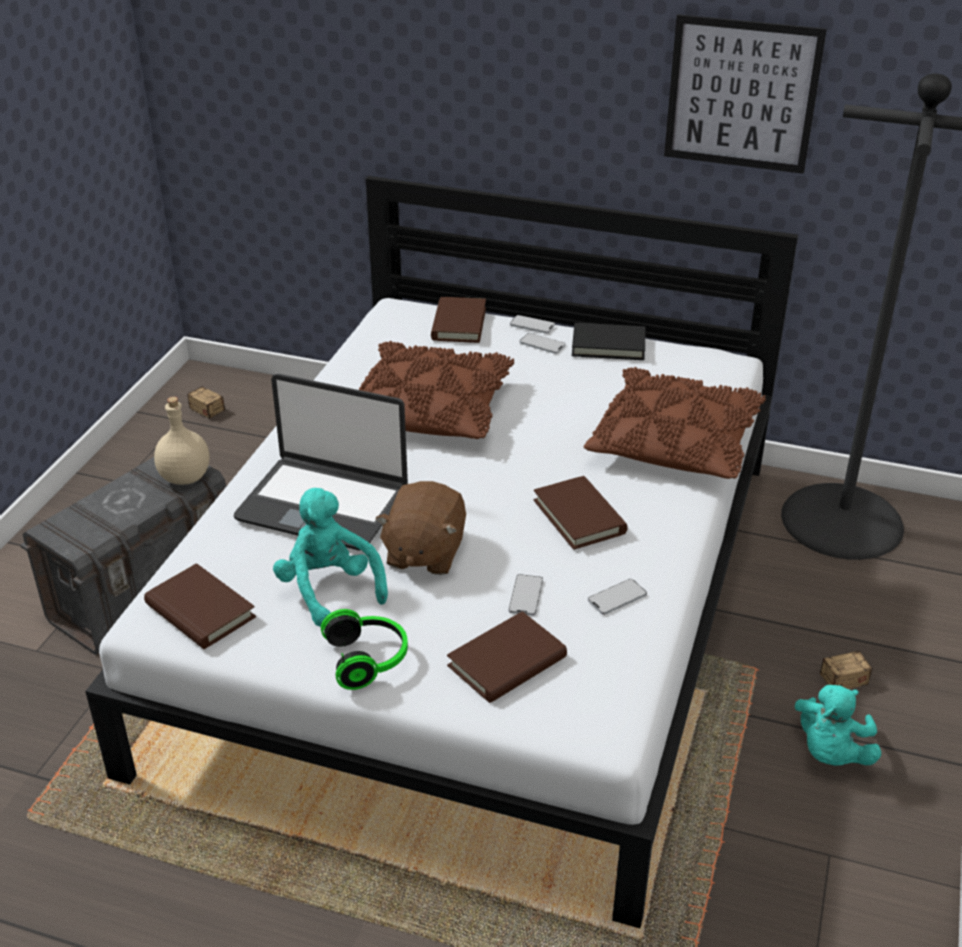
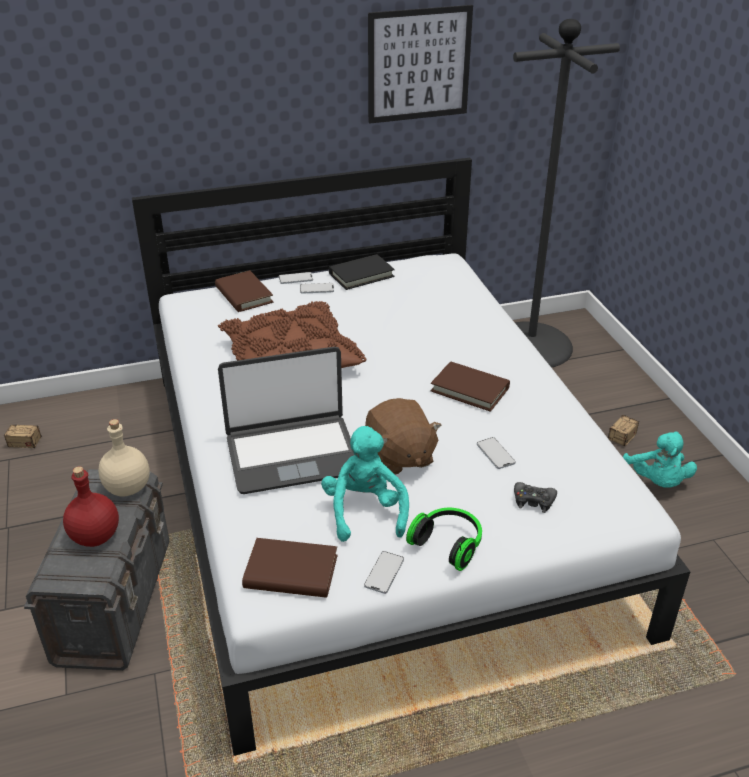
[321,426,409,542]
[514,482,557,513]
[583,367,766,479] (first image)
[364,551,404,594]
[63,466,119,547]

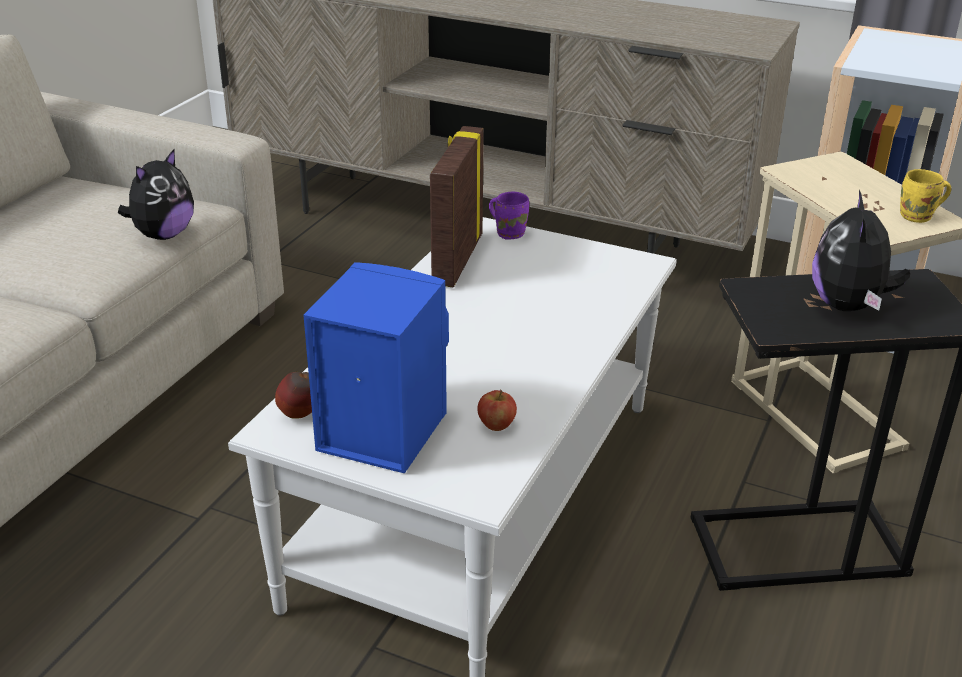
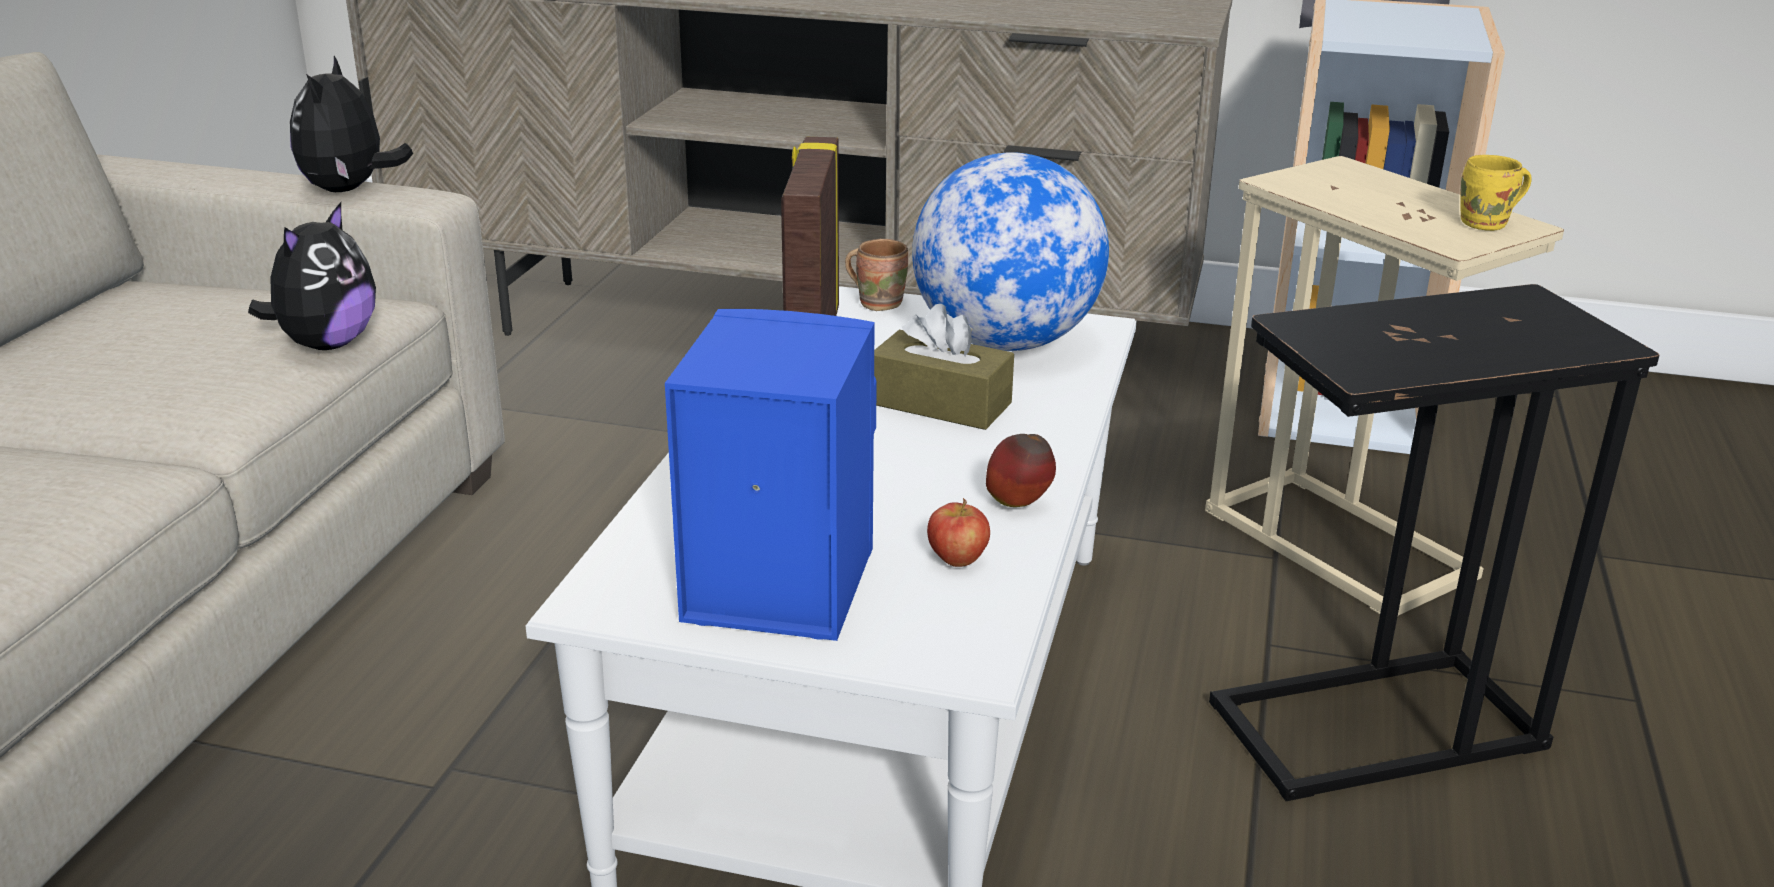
[986,434,1056,507]
[845,239,908,311]
[290,56,413,192]
[874,304,1014,430]
[912,152,1109,351]

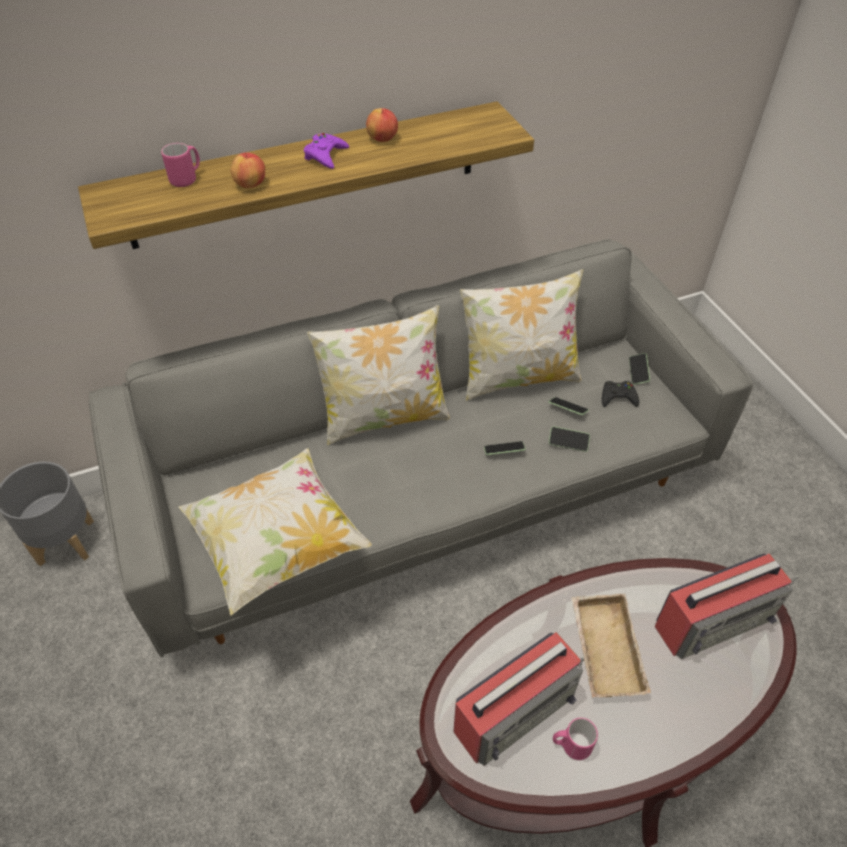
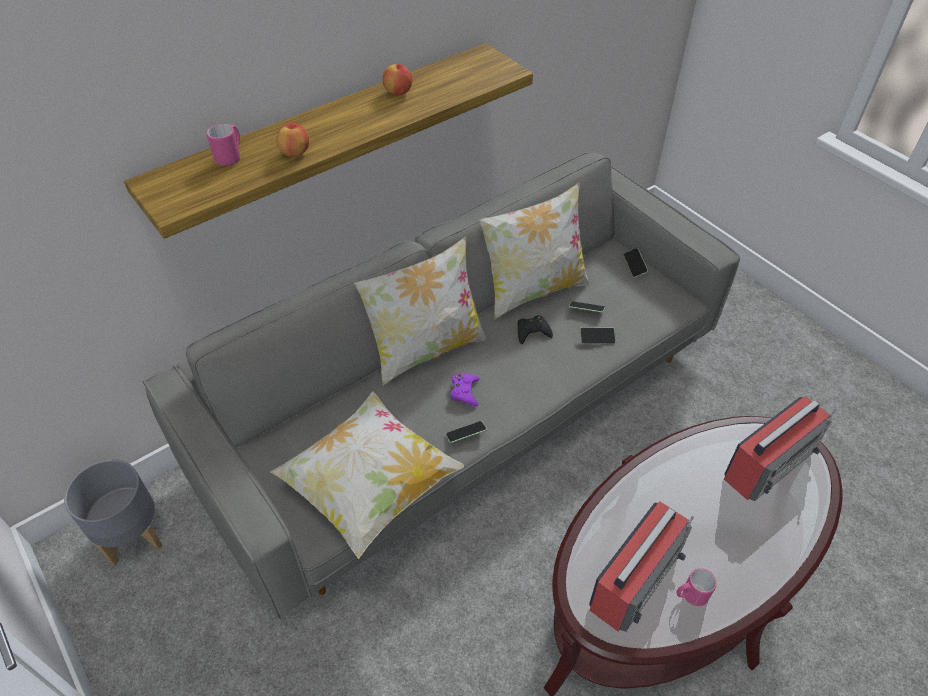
[451,374,480,406]
[445,421,487,443]
[572,593,651,698] (first image)
[518,315,553,344]

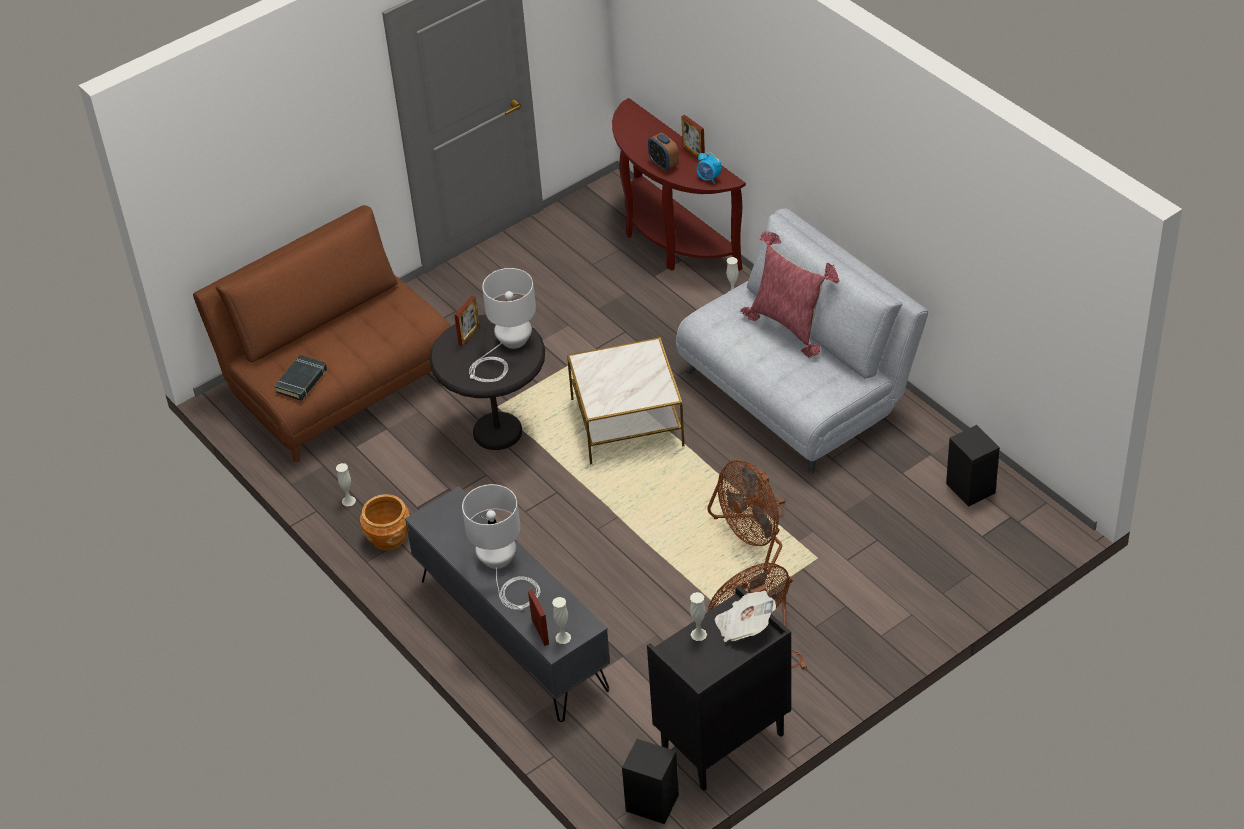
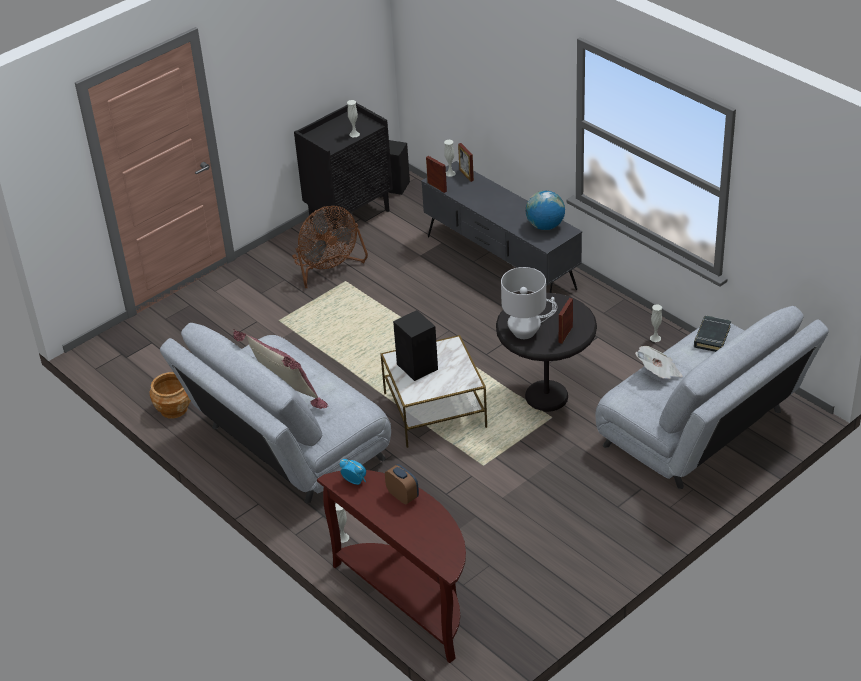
[596,306,829,489]
[149,372,191,419]
[462,484,540,611] (first image)
[426,156,447,193]
[707,460,786,574] (first image)
[635,346,683,379]
[393,310,438,381]
[526,191,565,230]

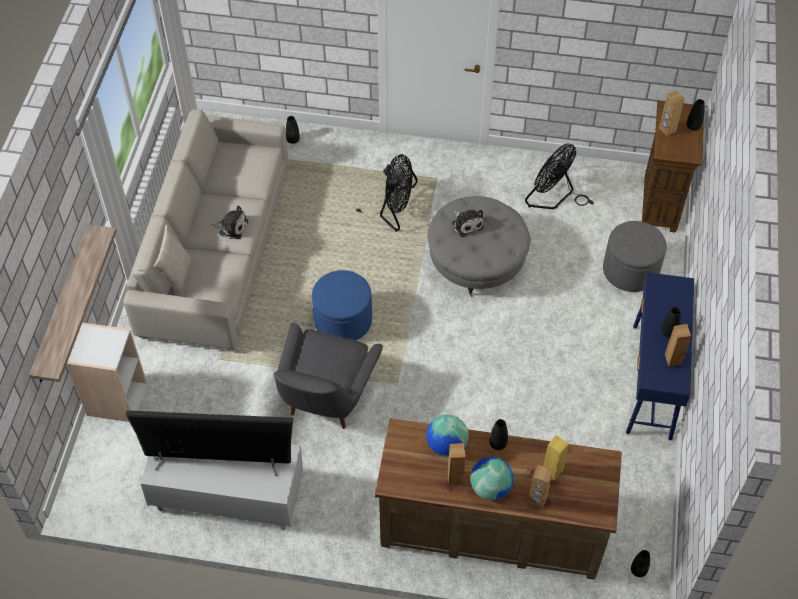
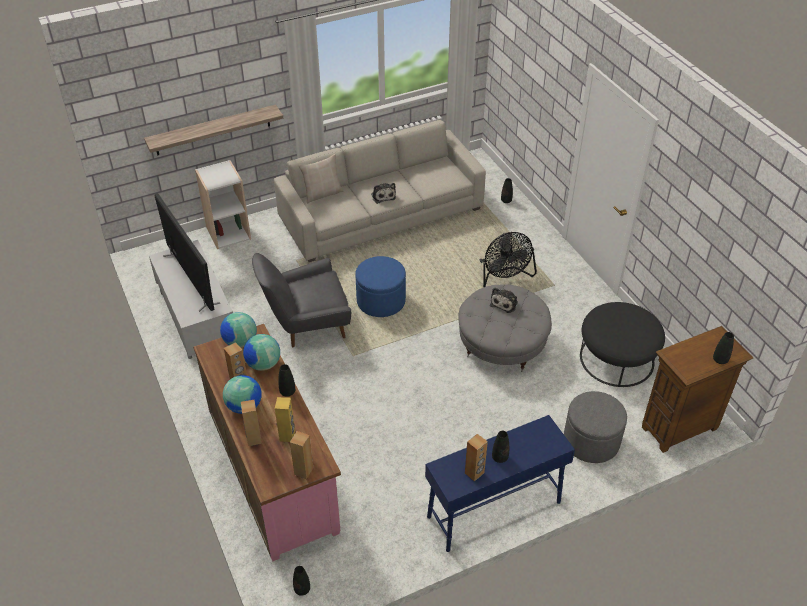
[580,302,665,387]
[290,431,313,479]
[220,312,257,348]

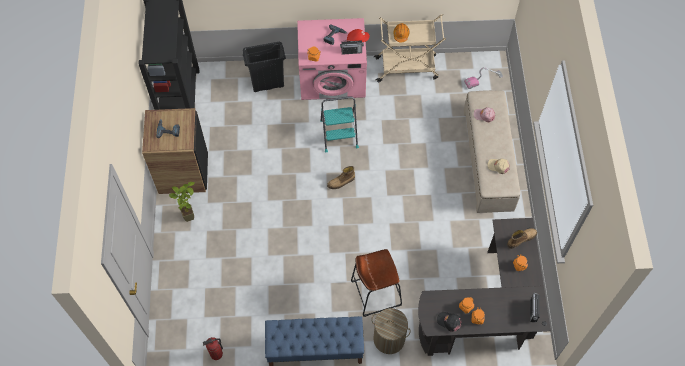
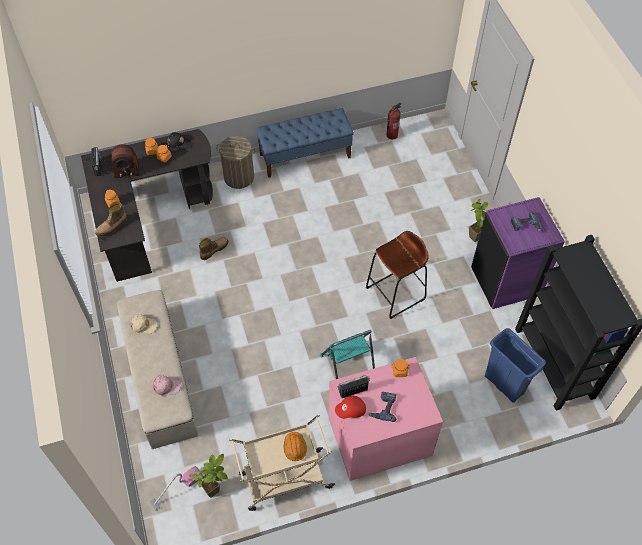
[471,197,565,309]
[243,41,286,92] (first image)
[199,237,229,260]
[366,231,429,319]
[105,144,139,178]
[189,454,228,498]
[485,328,545,403]

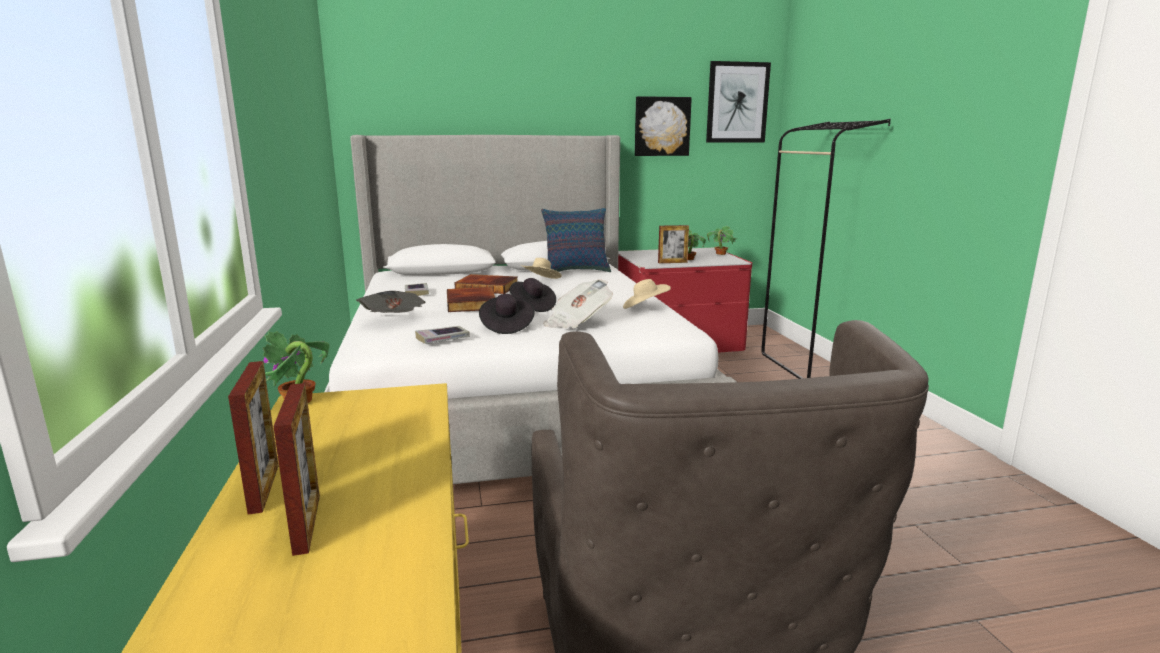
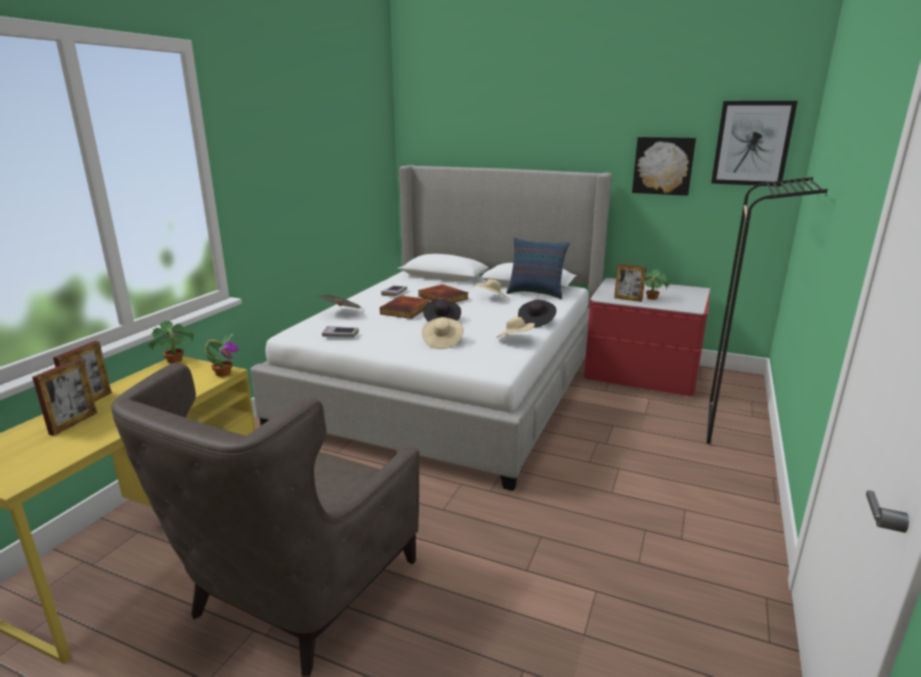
[518,299,556,328]
[422,317,464,349]
[205,334,239,377]

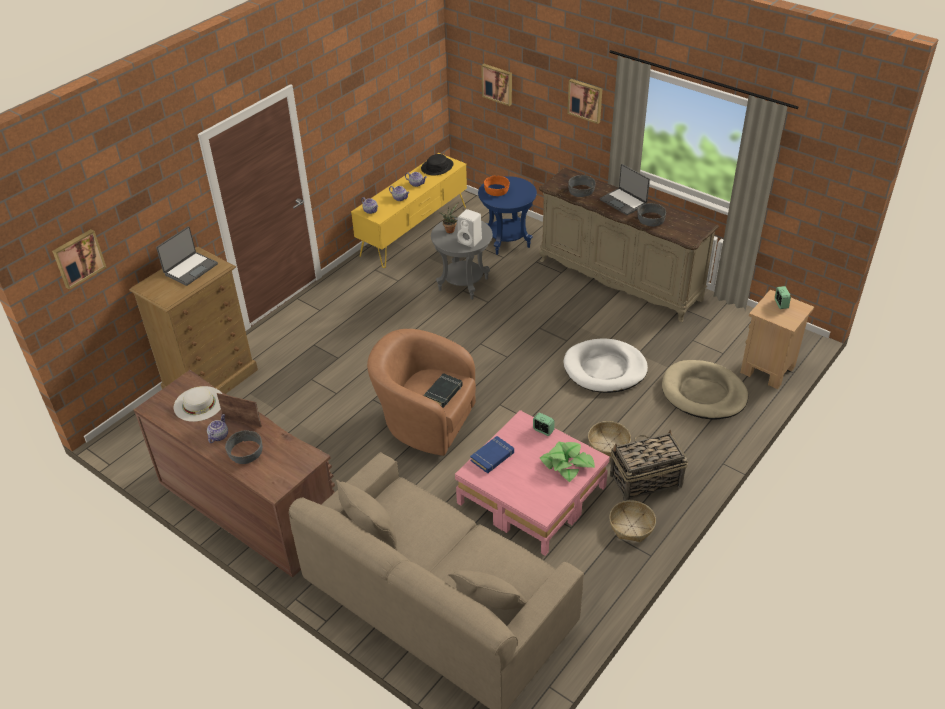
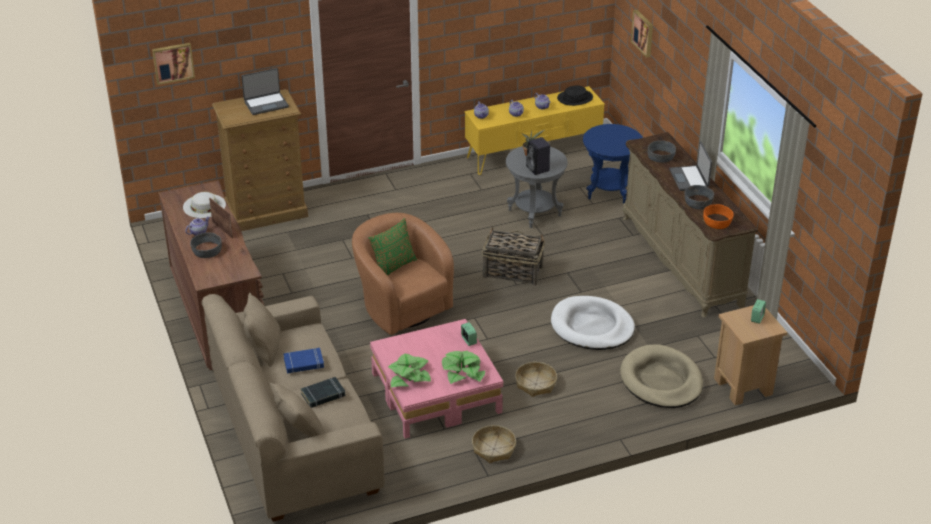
[301,377,345,408]
[526,137,550,175]
[283,348,324,374]
[703,204,734,229]
[567,79,602,124] (first image)
[482,227,545,286]
[369,218,417,276]
[388,353,431,388]

